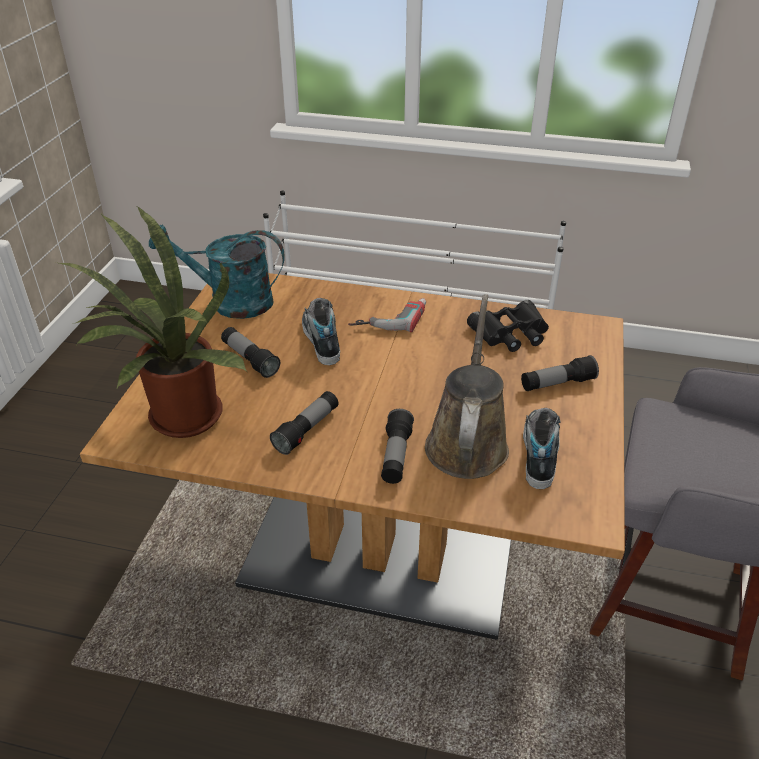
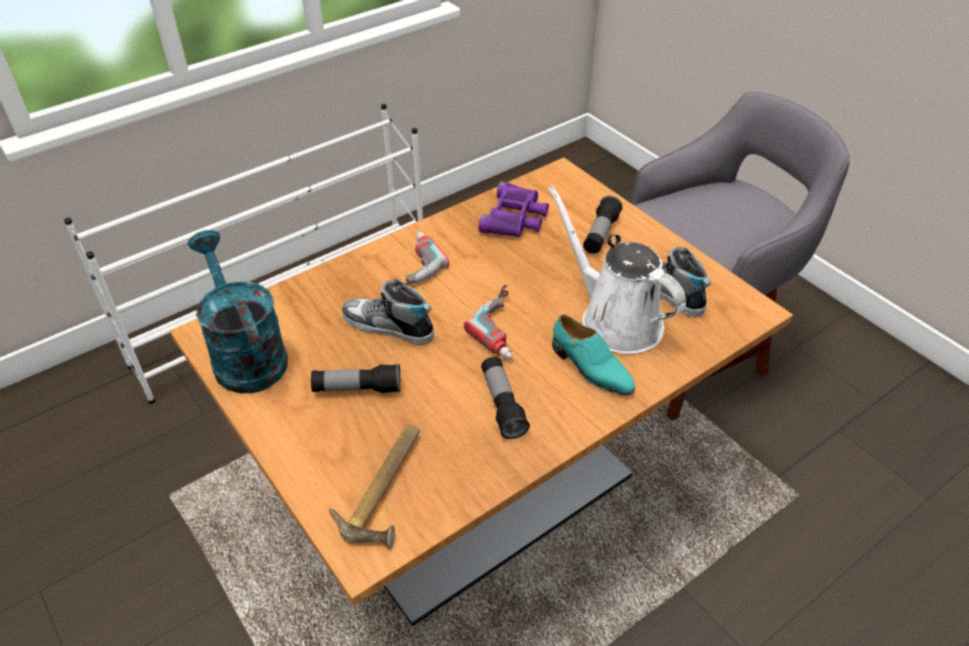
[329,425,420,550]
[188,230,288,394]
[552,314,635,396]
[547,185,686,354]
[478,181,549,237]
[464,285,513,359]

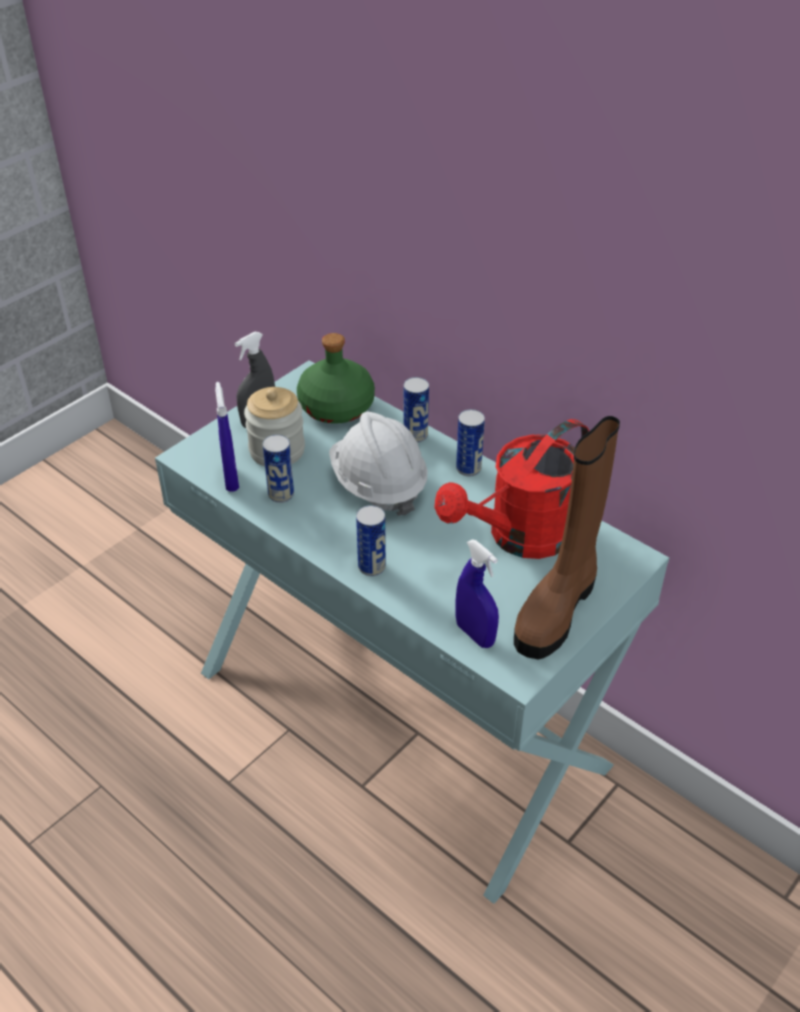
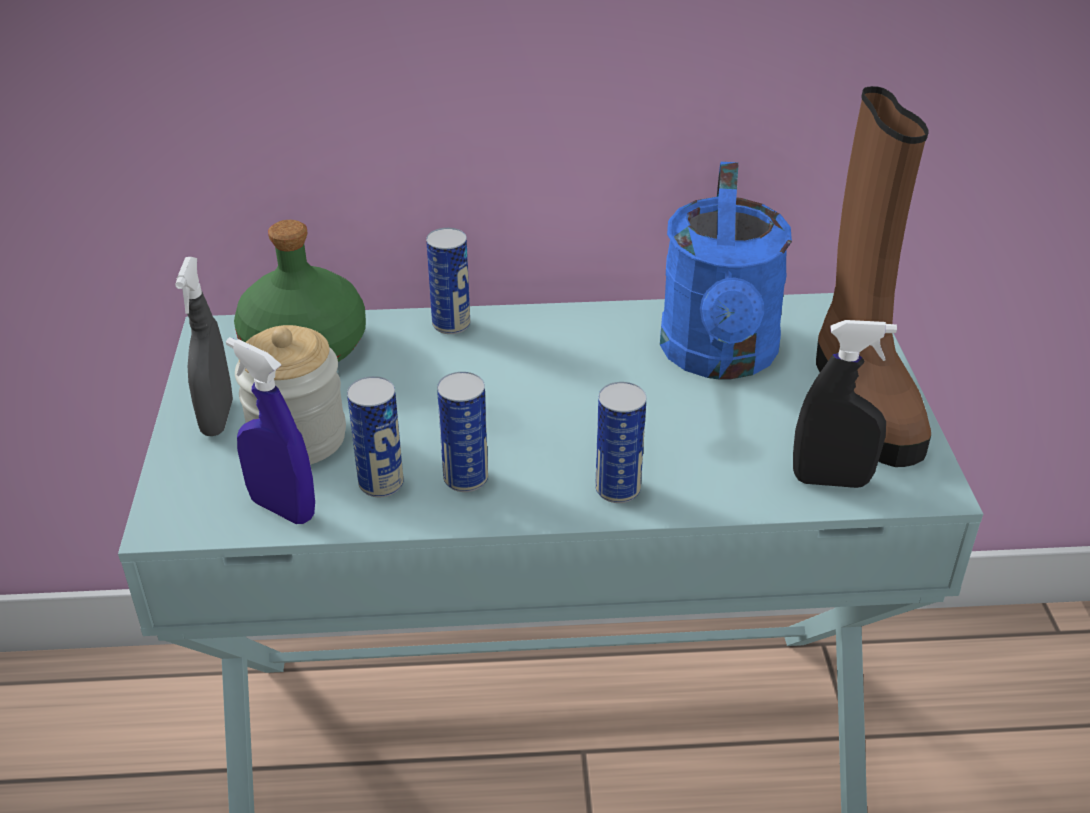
[329,412,428,516] (first image)
[660,162,792,380]
[793,320,897,488]
[437,372,488,492]

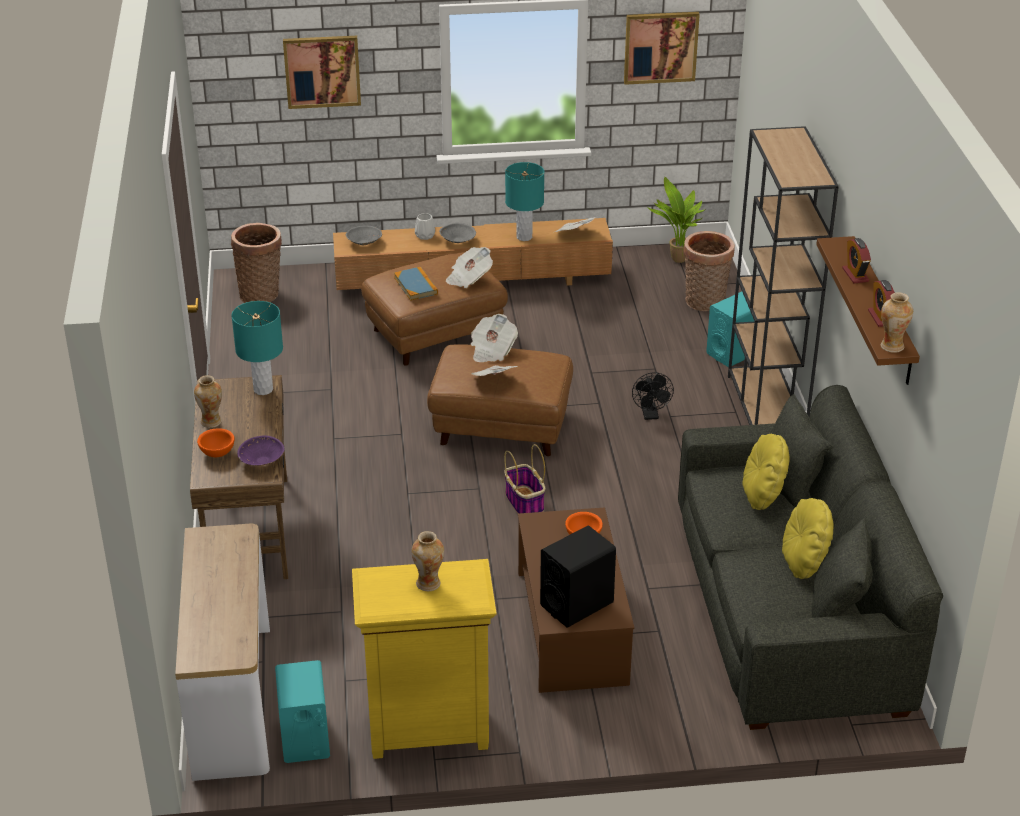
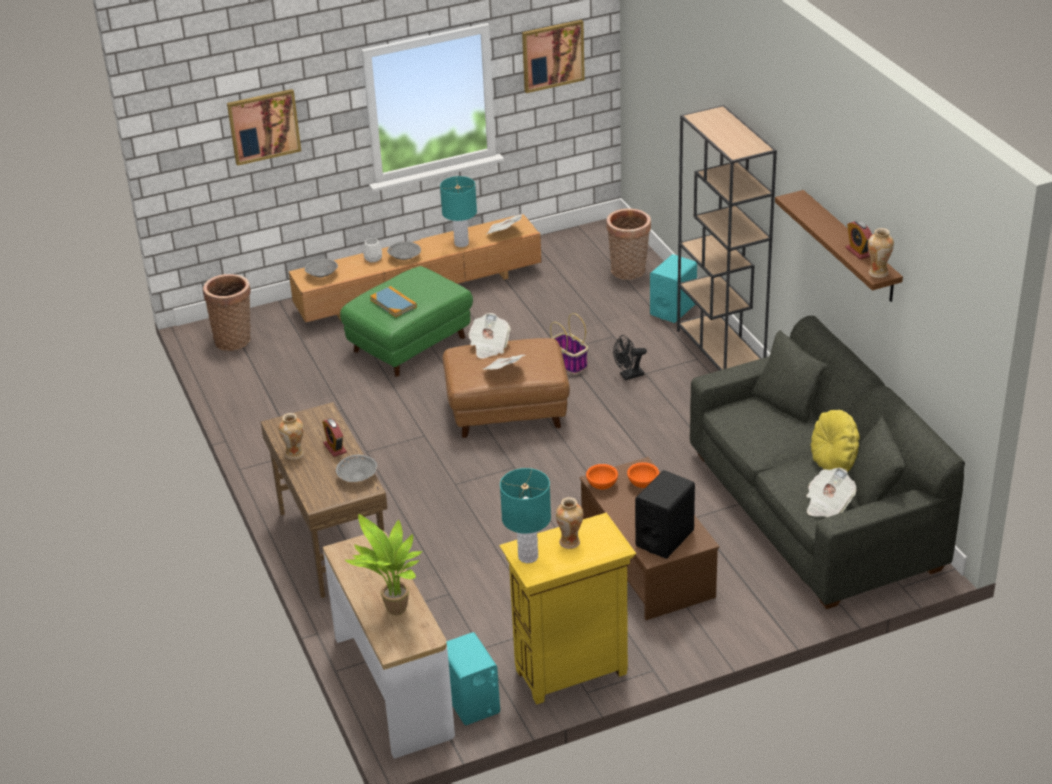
[586,464,618,489]
[500,468,551,563]
[336,455,377,482]
[340,266,473,377]
[807,468,857,517]
[550,313,588,374]
[613,335,647,380]
[345,514,423,615]
[742,434,790,510] (first image)
[322,418,347,457]

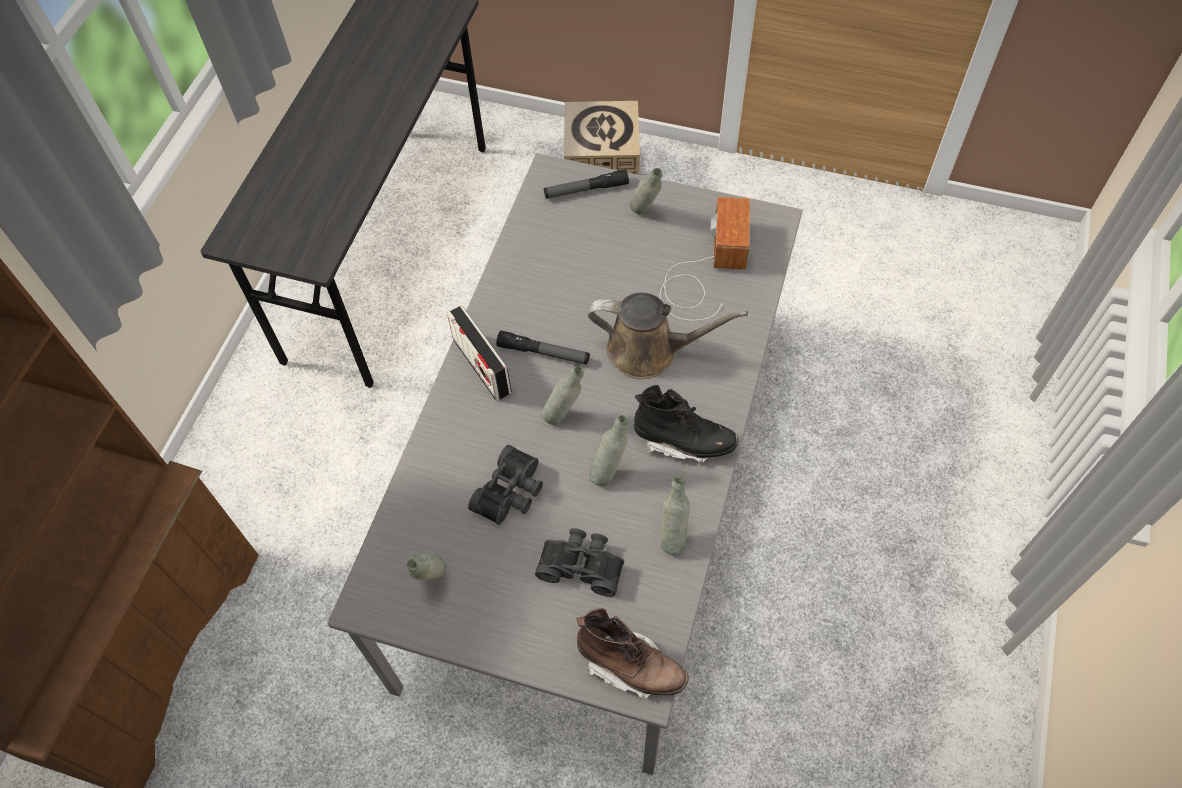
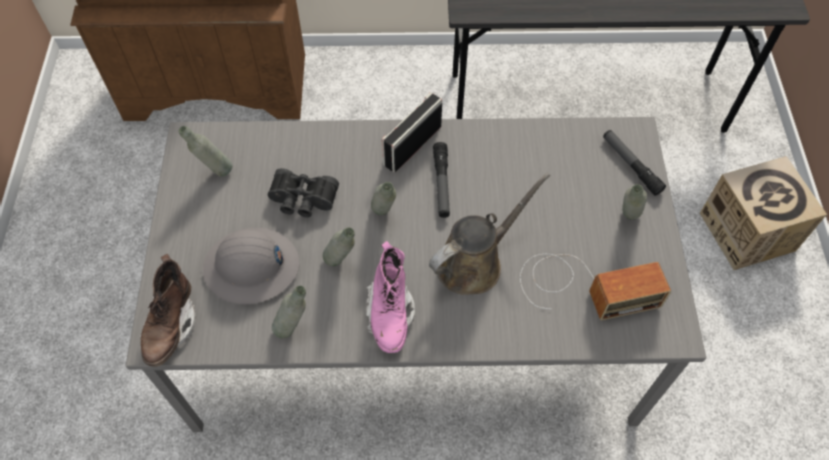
[203,228,300,304]
[429,173,550,295]
[366,241,415,353]

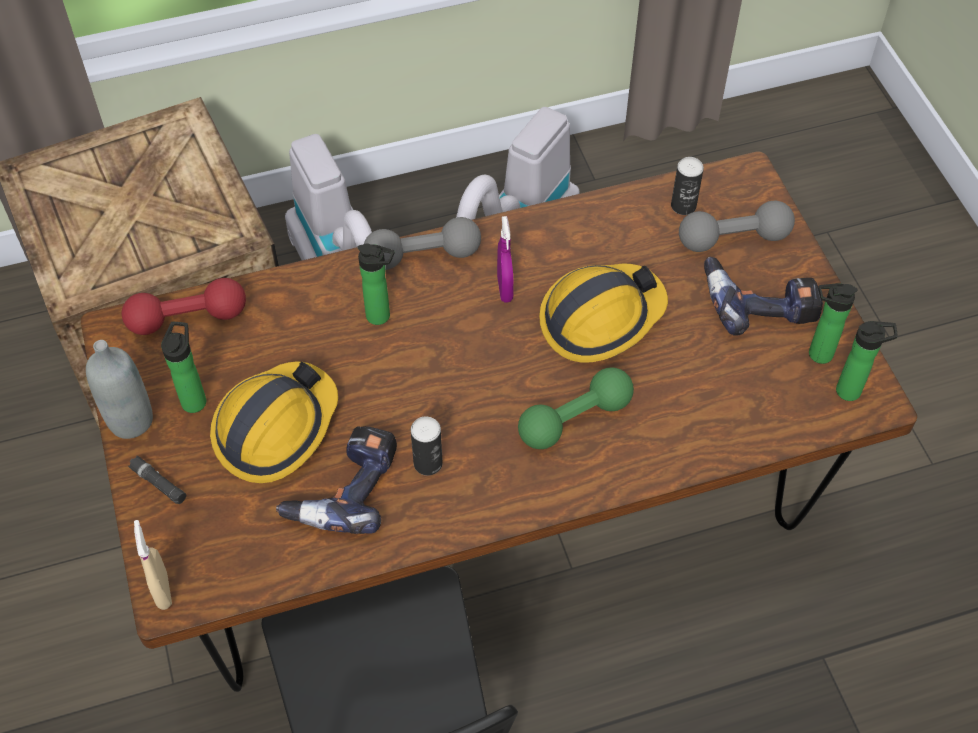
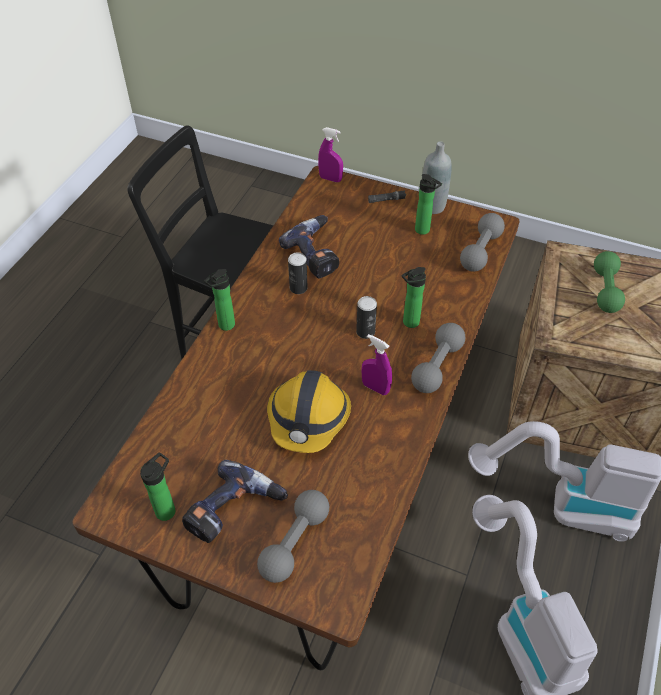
[460,213,505,272]
[318,127,343,182]
[210,361,338,483] (first image)
[594,251,625,313]
[356,296,377,339]
[204,269,235,331]

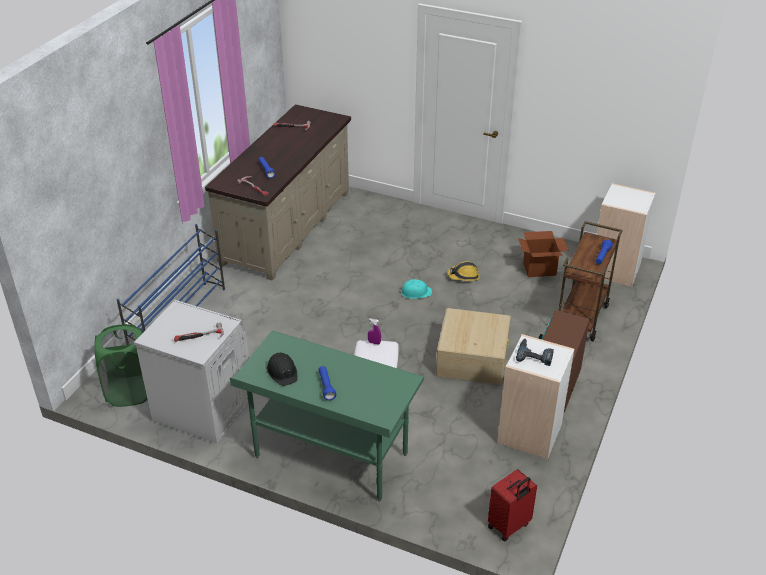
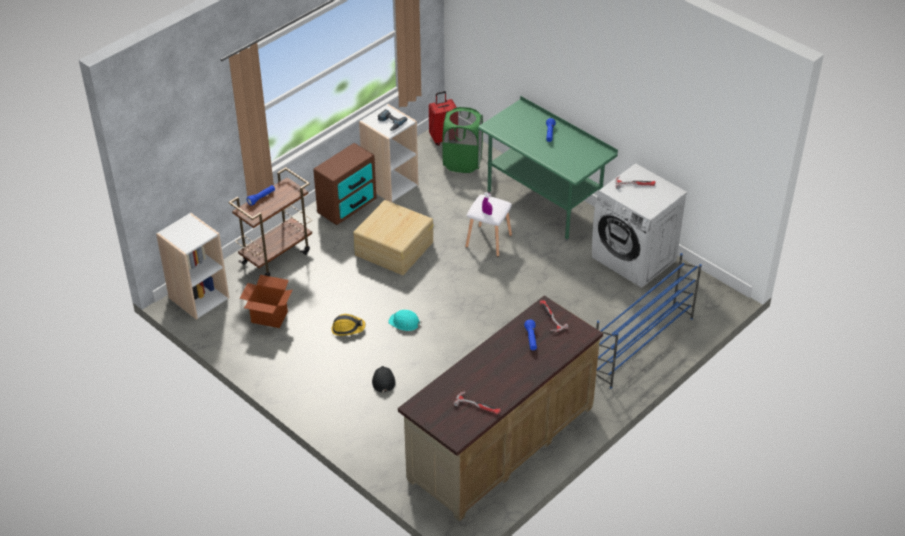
[442,107,483,173]
[372,366,396,394]

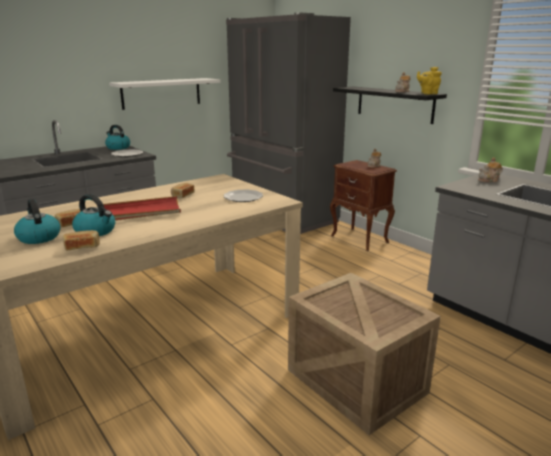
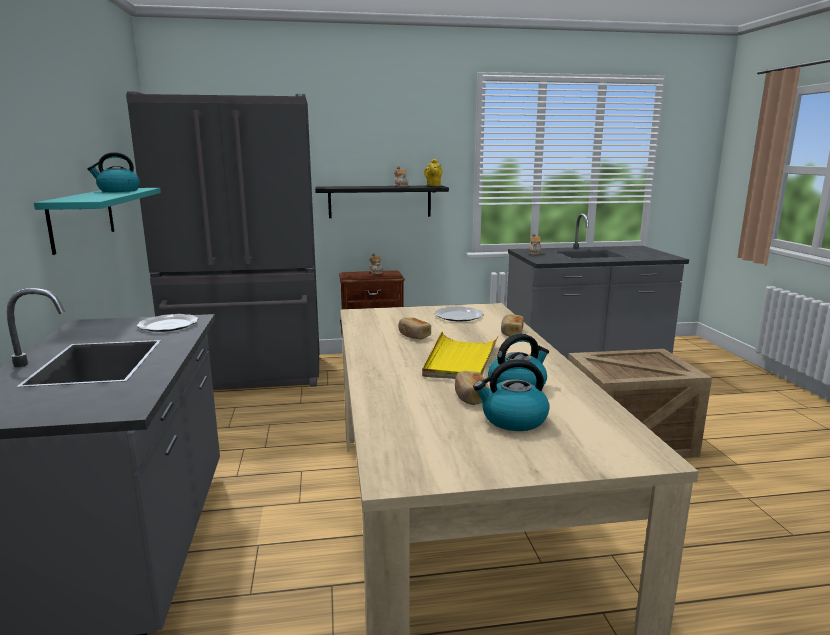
[501,314,524,337]
[422,331,499,379]
[87,152,140,192]
[34,188,161,255]

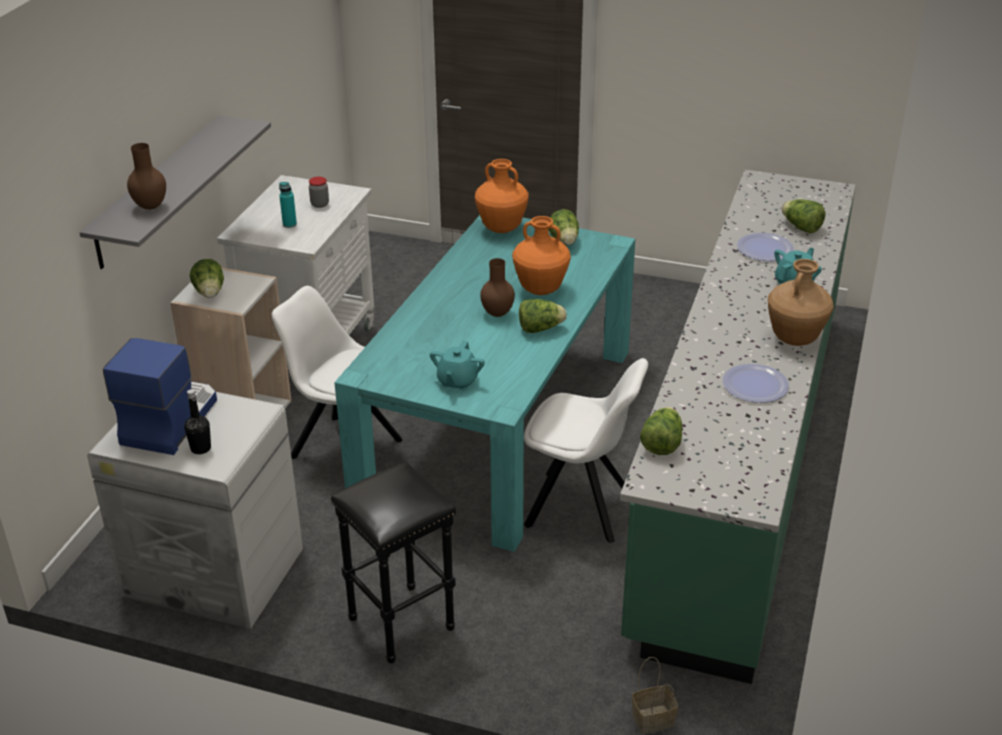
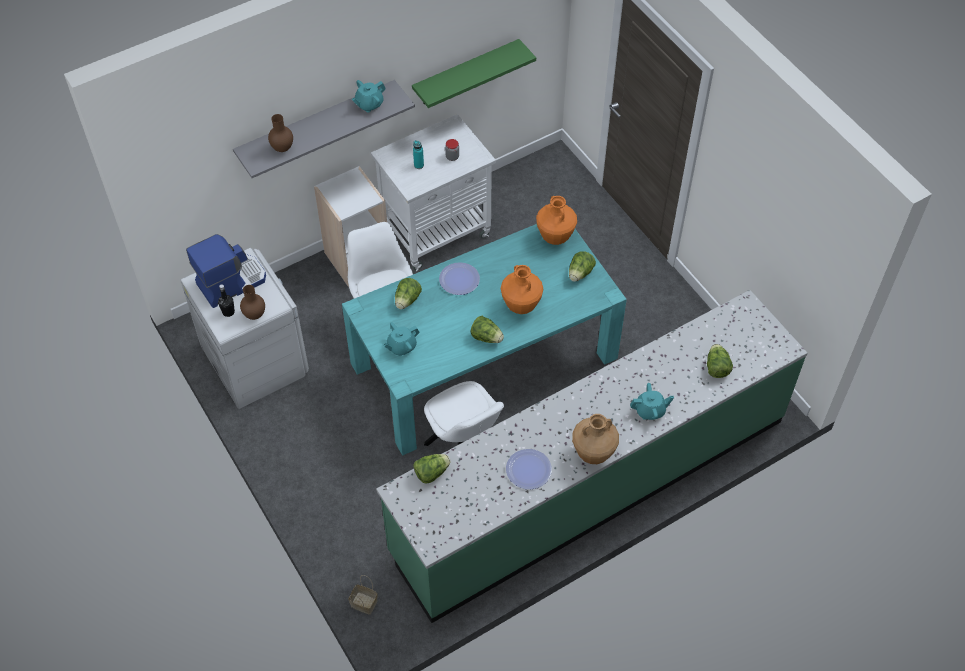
[395,278,422,309]
[331,462,456,663] (first image)
[240,285,265,320]
[439,262,480,295]
[352,80,386,113]
[412,39,536,108]

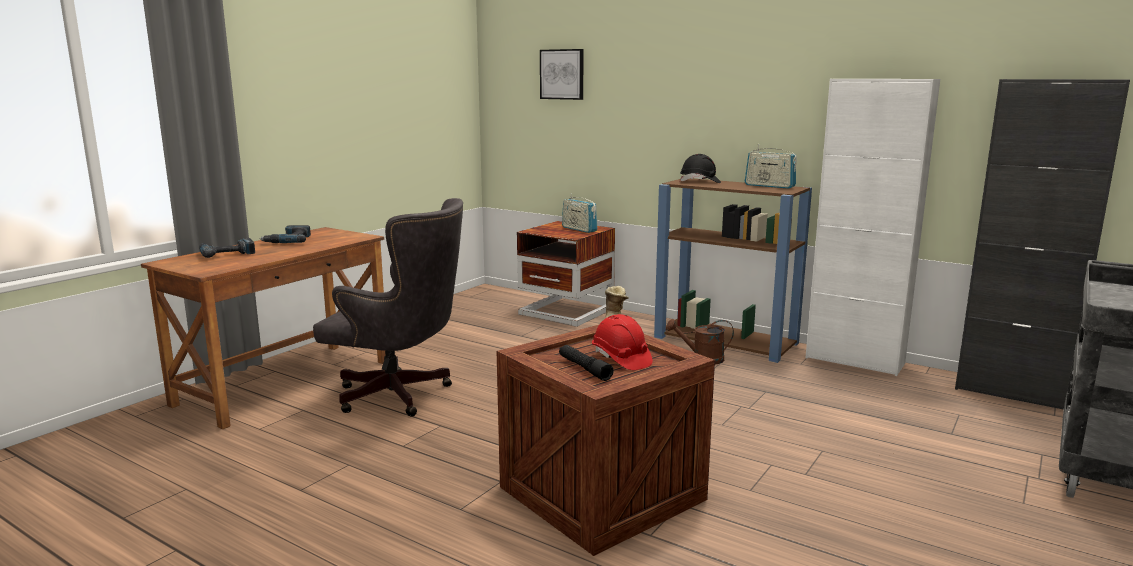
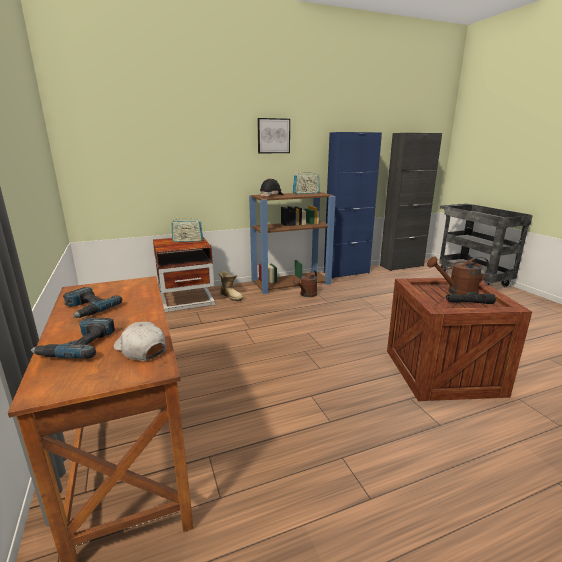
[313,198,463,416] (first image)
[257,118,290,153]
[427,256,489,295]
[324,132,382,278]
[114,322,166,361]

